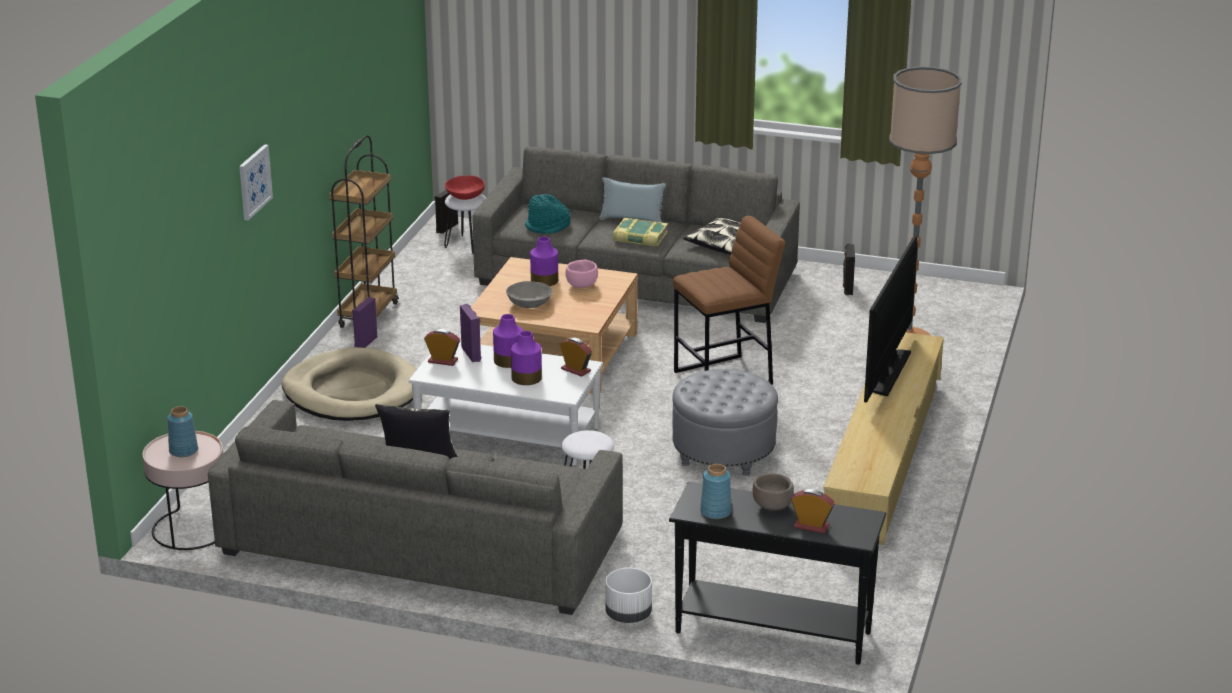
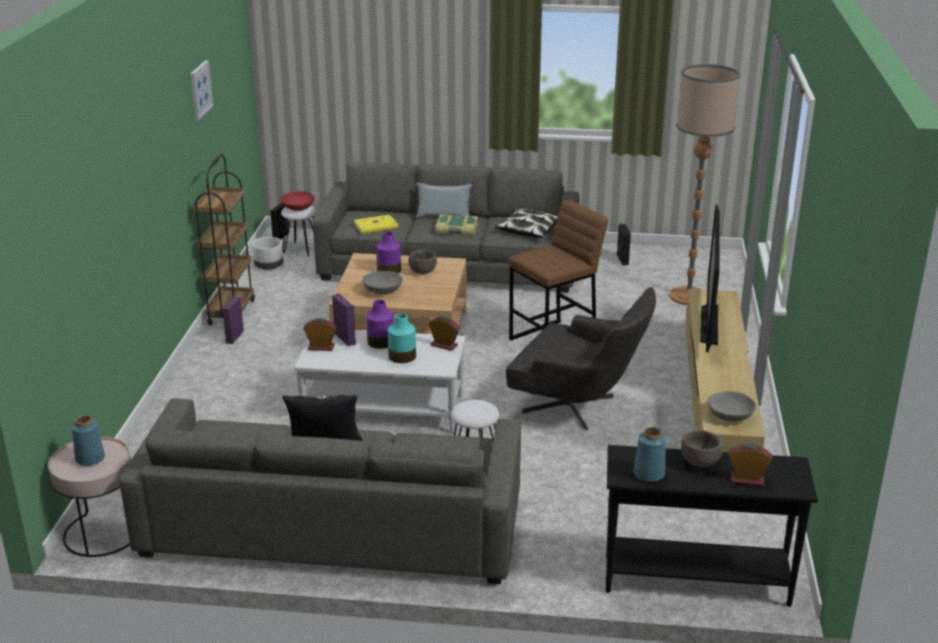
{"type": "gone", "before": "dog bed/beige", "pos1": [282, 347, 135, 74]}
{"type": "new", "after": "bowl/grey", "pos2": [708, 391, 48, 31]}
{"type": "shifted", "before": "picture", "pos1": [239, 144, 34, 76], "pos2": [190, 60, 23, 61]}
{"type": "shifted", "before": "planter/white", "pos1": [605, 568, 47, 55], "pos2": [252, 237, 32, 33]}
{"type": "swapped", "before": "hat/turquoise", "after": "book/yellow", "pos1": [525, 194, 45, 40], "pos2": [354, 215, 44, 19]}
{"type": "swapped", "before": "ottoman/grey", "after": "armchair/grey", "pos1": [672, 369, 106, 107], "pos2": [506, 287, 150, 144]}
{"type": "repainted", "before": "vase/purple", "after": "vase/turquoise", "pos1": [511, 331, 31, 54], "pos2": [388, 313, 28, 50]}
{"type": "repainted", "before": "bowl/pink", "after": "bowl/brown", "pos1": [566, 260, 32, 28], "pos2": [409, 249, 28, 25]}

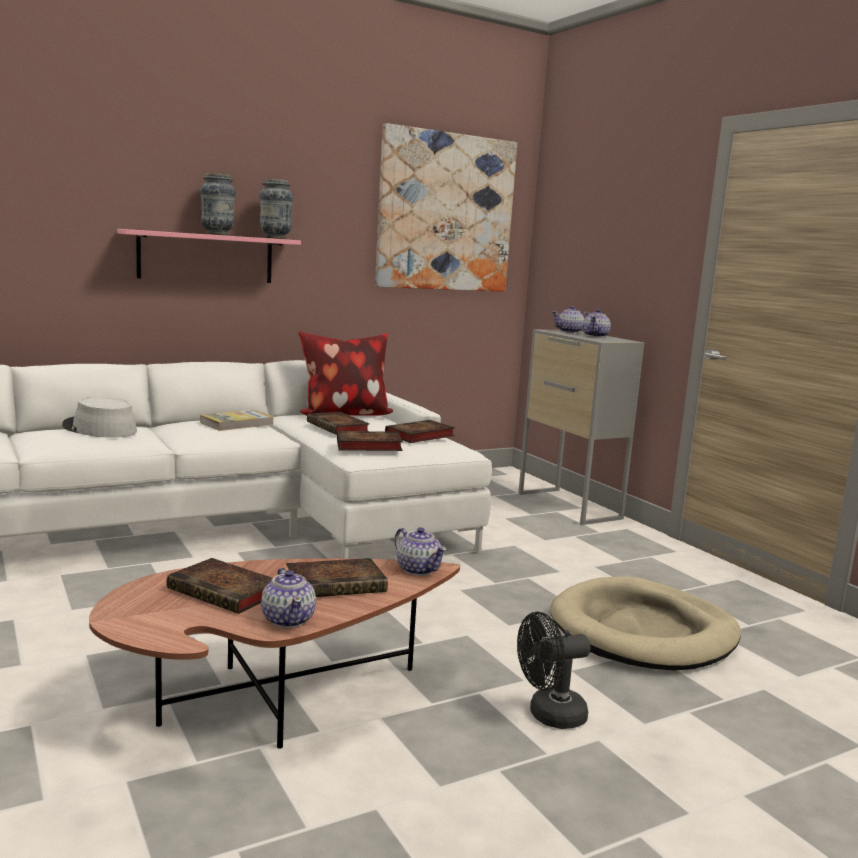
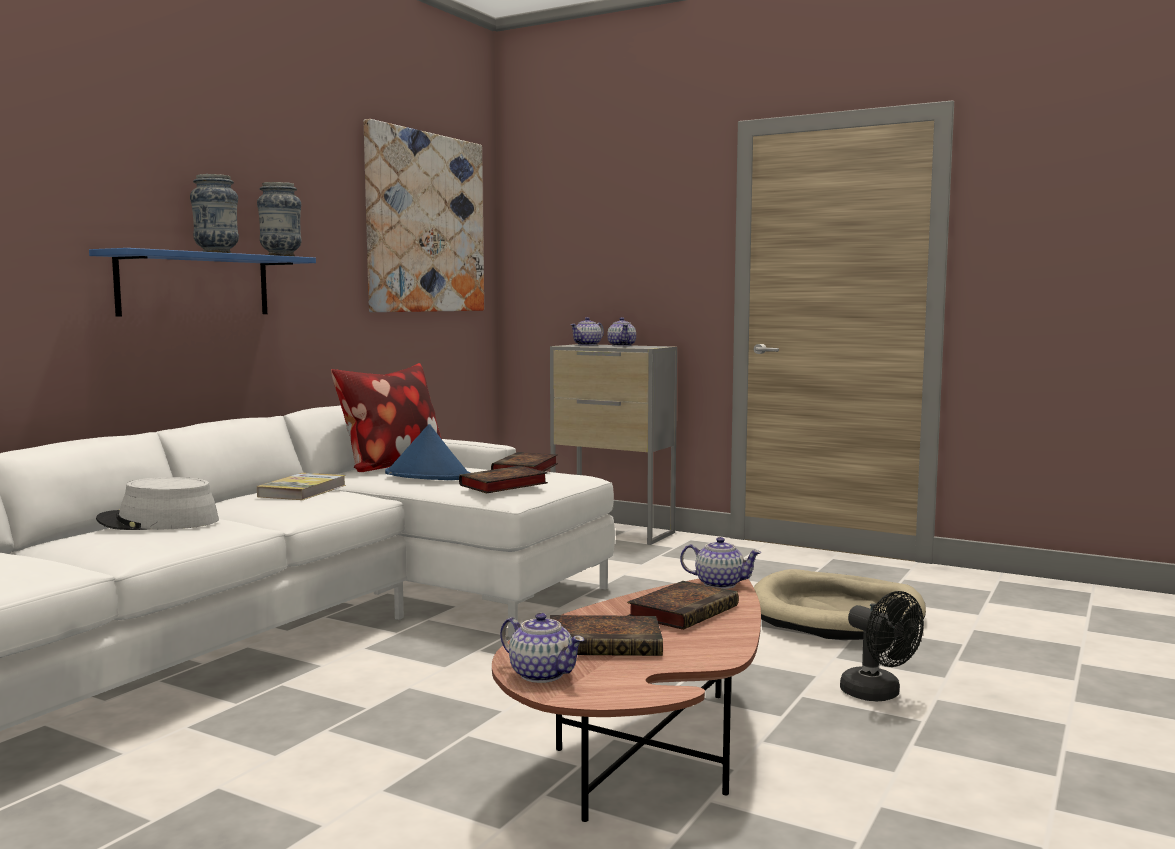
{"type": "shifted", "before": "teapot", "pos1": [261, 568, 55, 60], "pos2": [500, 613, 84, 70]}
{"type": "swapped", "before": "book", "after": "hat/blue", "pos1": [307, 412, 63, 23], "pos2": [385, 424, 86, 56]}
{"type": "repainted", "before": "shelf/pink", "after": "shelf/blue", "pos1": [117, 229, 184, 54], "pos2": [89, 248, 227, 69]}
{"type": "rotated", "before": "fan/black", "pos1": [517, 612, 74, 117], "pos2": [840, 591, 84, 110], "turn": -75}

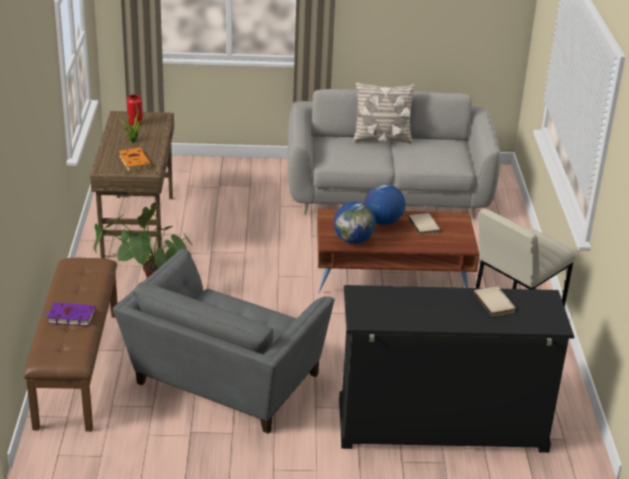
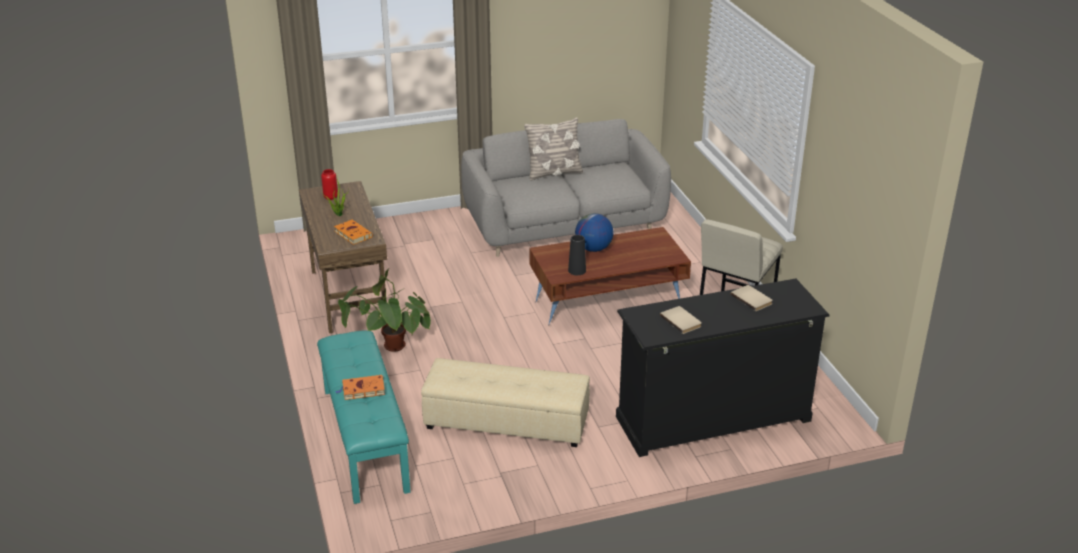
{"type": "shifted", "before": "book/beige", "pos1": [408, 213, 32, 22], "pos2": [660, 306, 42, 28]}
{"type": "swapped", "before": "armchair/grey", "after": "ottoman/beige", "pos1": [113, 249, 222, 185], "pos2": [421, 358, 169, 89]}
{"type": "swapped", "before": "globe", "after": "vase/black", "pos1": [334, 202, 42, 42], "pos2": [568, 235, 18, 40]}
{"type": "repainted", "before": "bench/brown", "after": "bench/turquoise", "pos1": [24, 258, 94, 174], "pos2": [317, 330, 94, 174]}
{"type": "repainted", "before": "book/purple", "after": "book/orange", "pos1": [43, 302, 52, 24], "pos2": [336, 375, 49, 25]}

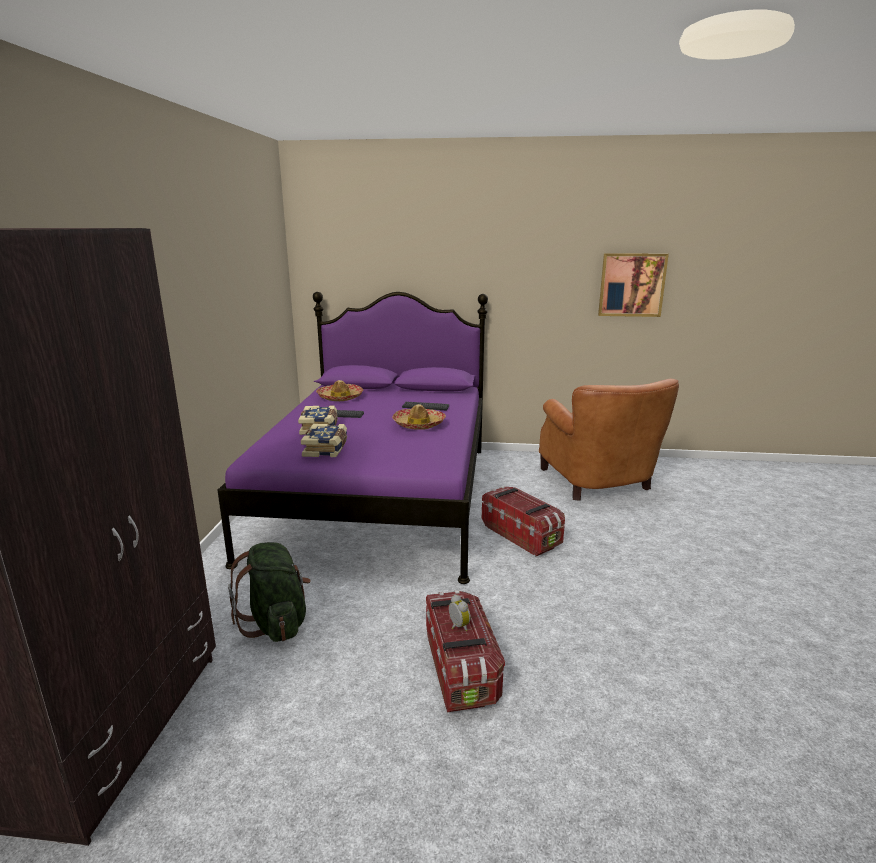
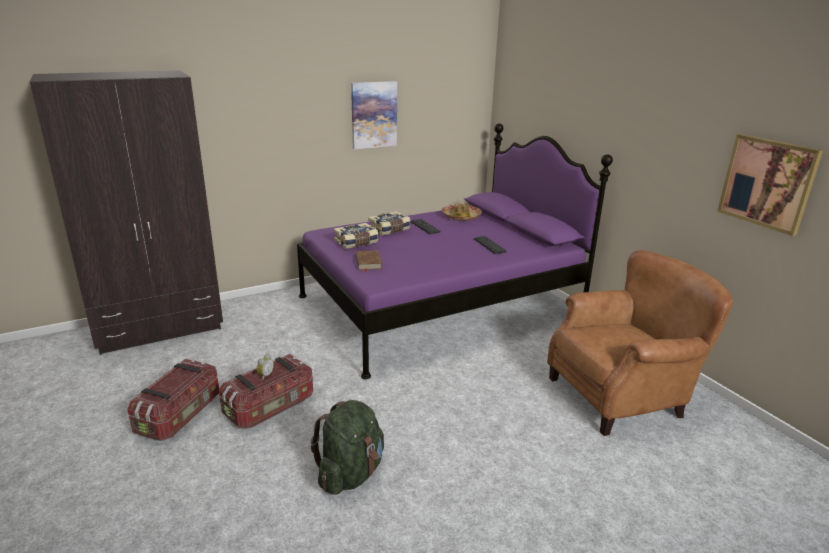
{"type": "gone", "before": "hat", "pos1": [392, 404, 54, 26]}
{"type": "new", "after": "picture", "pos2": [351, 81, 46, 69]}
{"type": "new", "after": "book/brown", "pos2": [356, 250, 26, 23]}
{"type": "shifted", "before": "backpack/green", "pos1": [228, 542, 83, 100], "pos2": [311, 400, 73, 95]}
{"type": "shifted", "before": "storage box", "pos1": [482, 486, 83, 70], "pos2": [127, 359, 92, 82]}
{"type": "rotated", "before": "armchair/brown", "pos1": [539, 379, 140, 122], "pos2": [547, 250, 186, 186], "turn": -150}

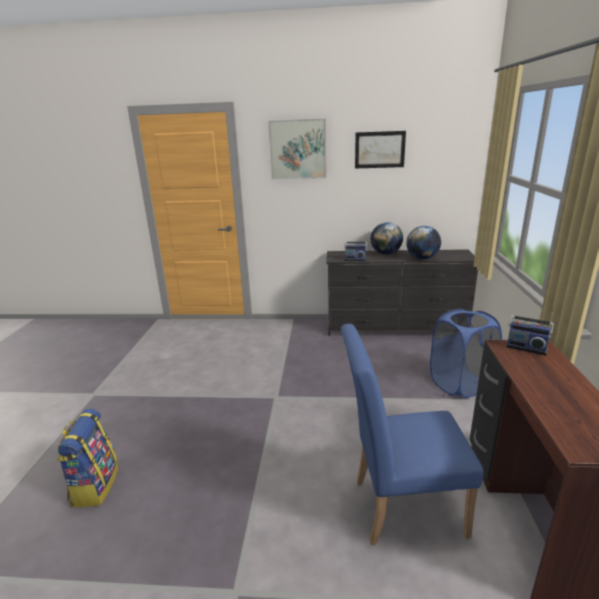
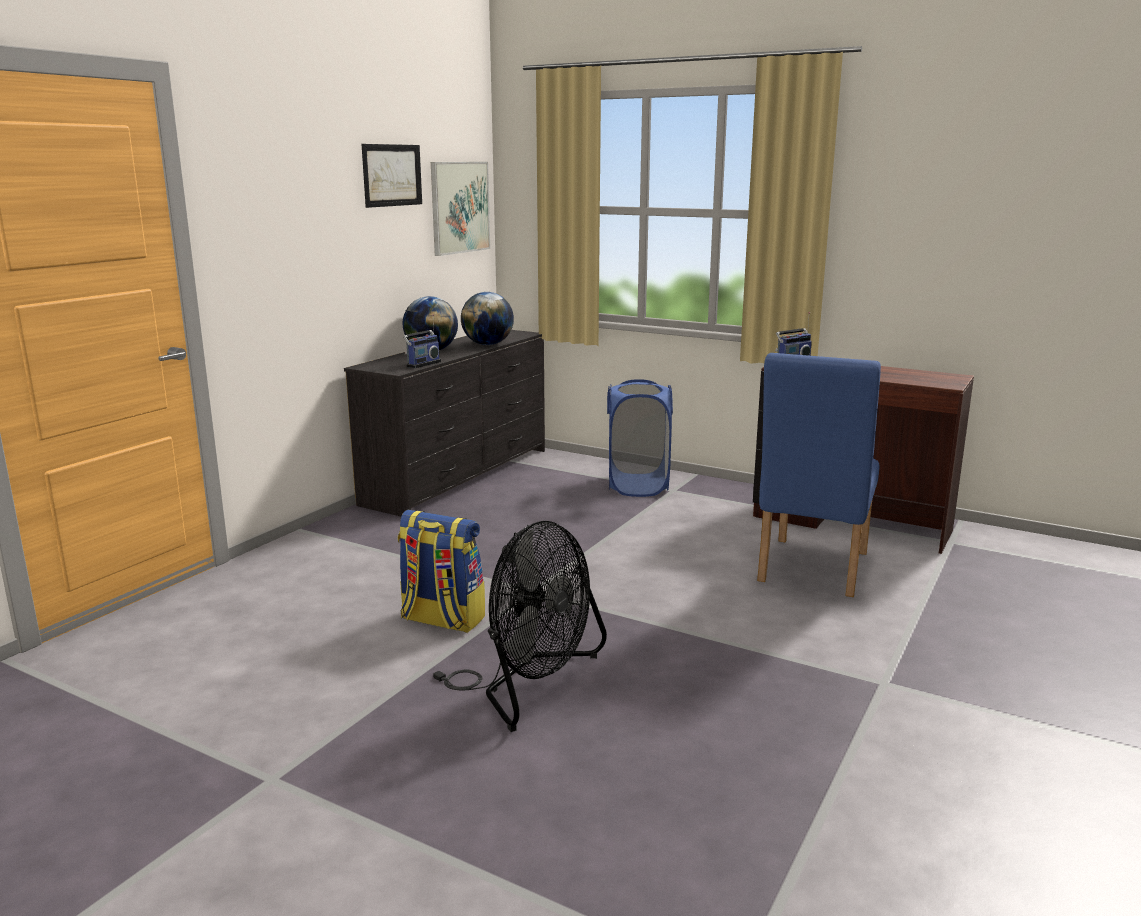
{"type": "new", "after": "fan/black", "pos2": [433, 521, 174, 211]}
{"type": "shifted", "before": "backpack", "pos1": [57, 409, 62, 98], "pos2": [398, 510, 87, 123]}
{"type": "shifted", "before": "picture", "pos1": [268, 119, 58, 61], "pos2": [431, 162, 59, 94]}

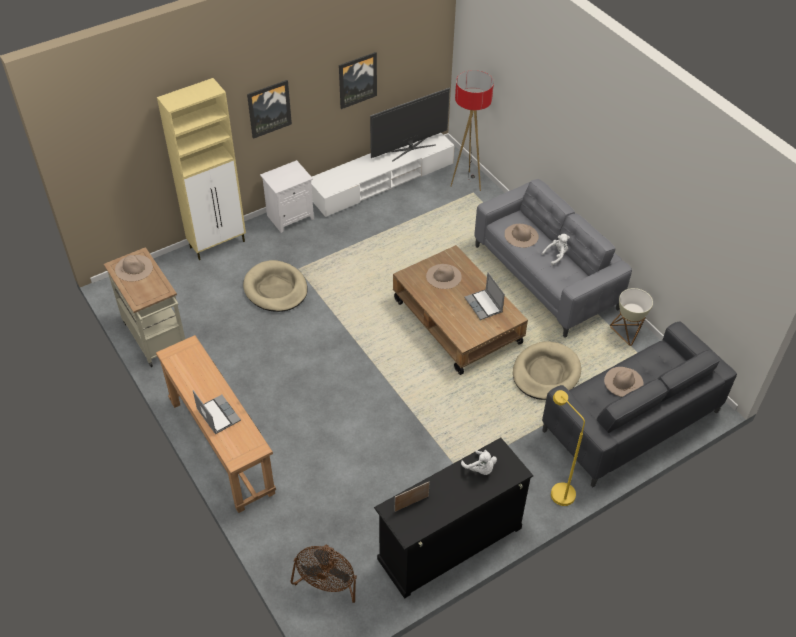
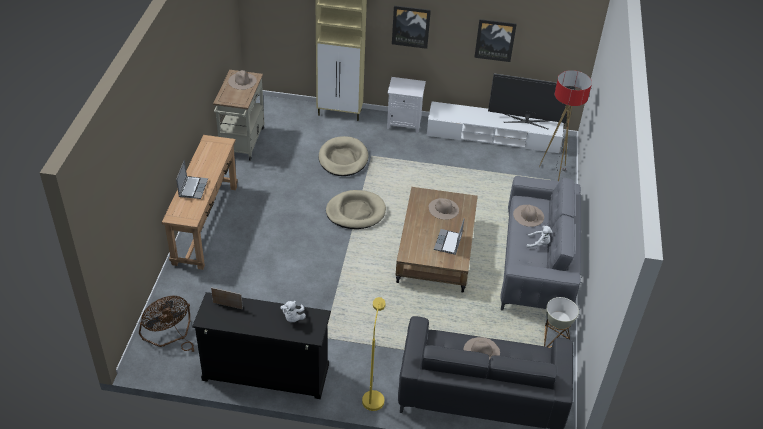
{"type": "shifted", "before": "dog bed/beige", "pos1": [513, 341, 68, 59], "pos2": [326, 190, 60, 39]}
{"type": "rotated", "before": "fan/brown", "pos1": [291, 545, 66, 58], "pos2": [139, 296, 55, 56], "turn": 90}

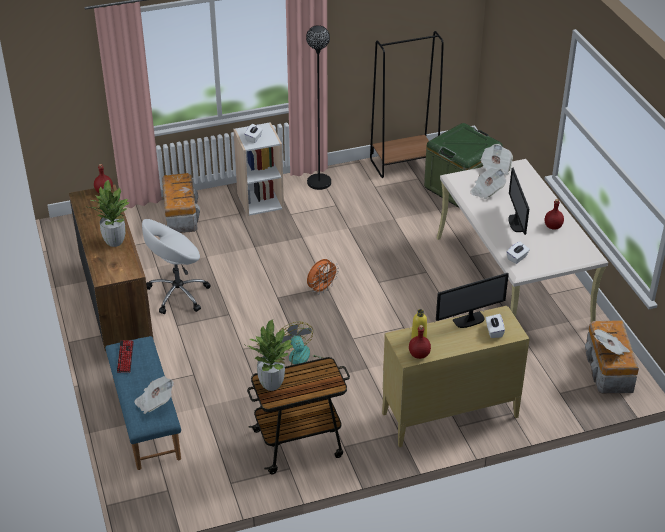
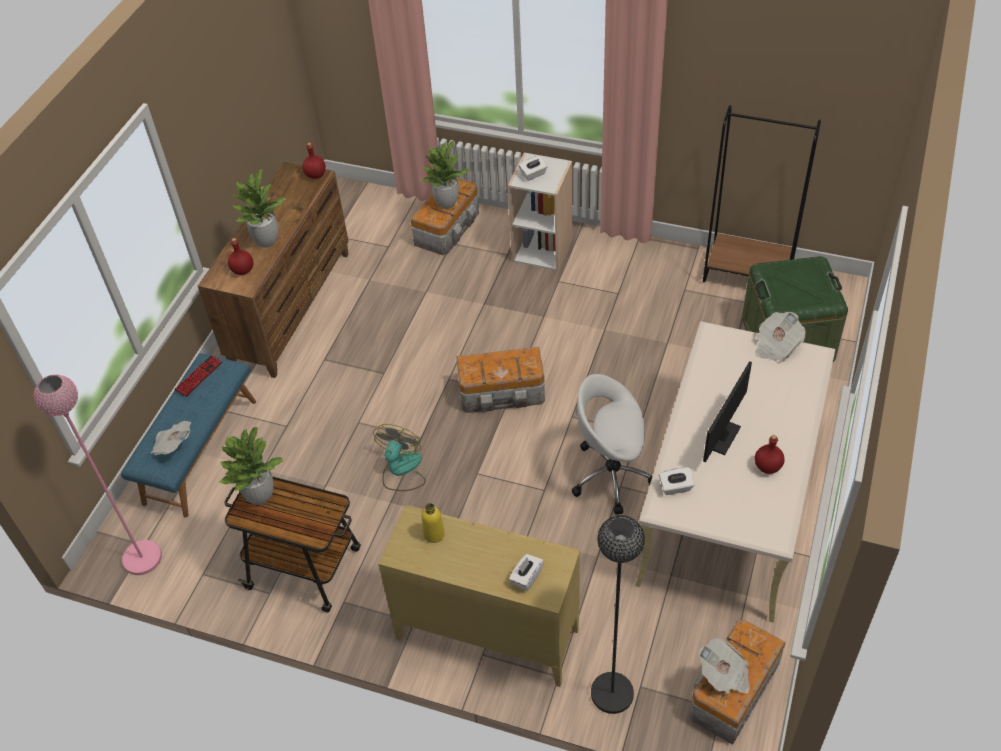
{"type": "gone", "before": "monitor", "pos1": [436, 273, 73, 55]}
{"type": "gone", "before": "newspaper", "pos1": [470, 168, 36, 31]}
{"type": "new", "after": "floor lamp/pink", "pos2": [34, 374, 128, 201]}
{"type": "new", "after": "potted plant", "pos2": [420, 140, 50, 69]}
{"type": "shifted", "before": "office chair/white", "pos1": [142, 219, 69, 95], "pos2": [572, 374, 81, 141]}
{"type": "shifted", "before": "floor lamp/black", "pos1": [306, 25, 25, 165], "pos2": [591, 515, 54, 199]}
{"type": "shifted", "before": "bottle/red", "pos1": [409, 325, 22, 34], "pos2": [228, 238, 25, 37]}
{"type": "swapped", "before": "fan/orange", "after": "storage box", "pos1": [307, 259, 32, 35], "pos2": [456, 347, 89, 66]}

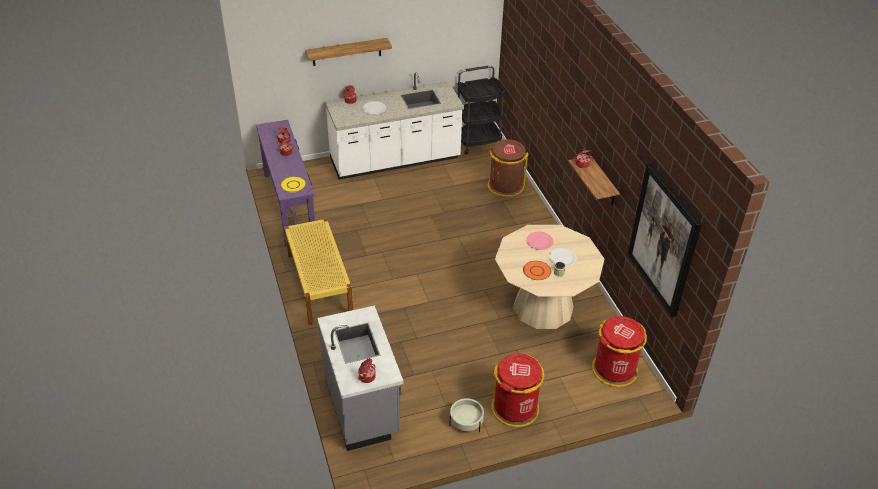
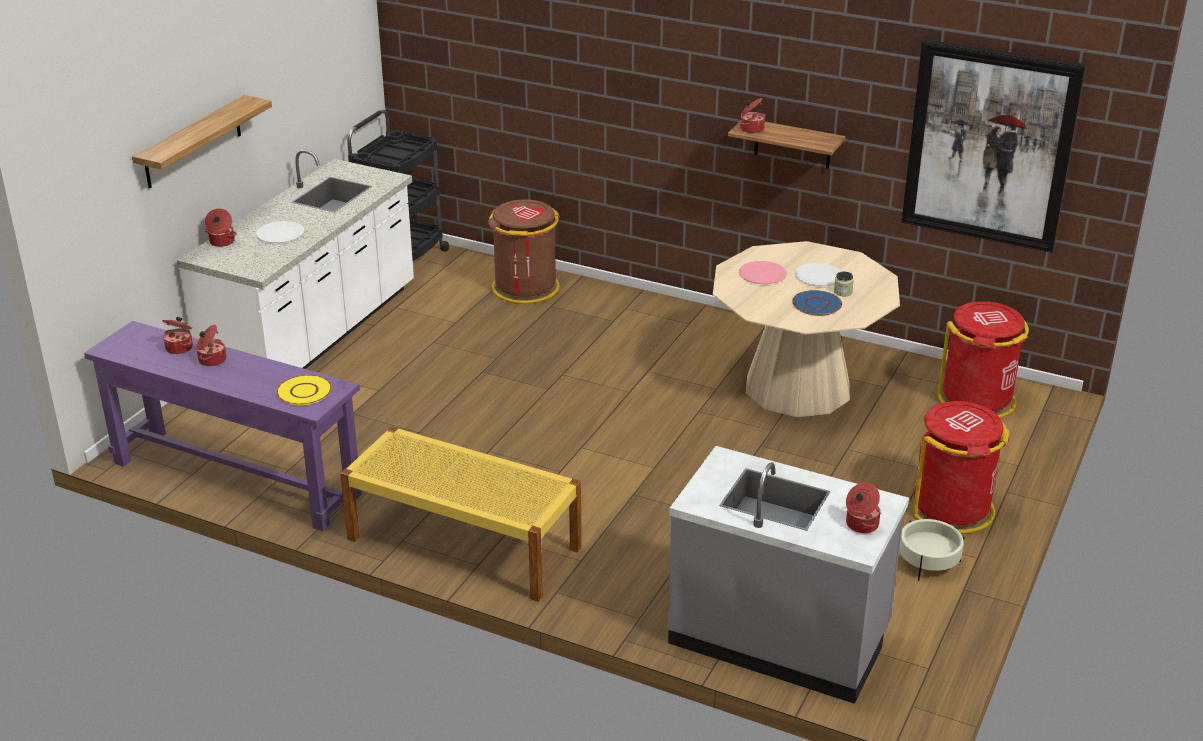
{"type": "repainted", "before": "plate/orange", "after": "plate/blue", "pos1": [523, 261, 28, 19], "pos2": [792, 290, 50, 26]}

